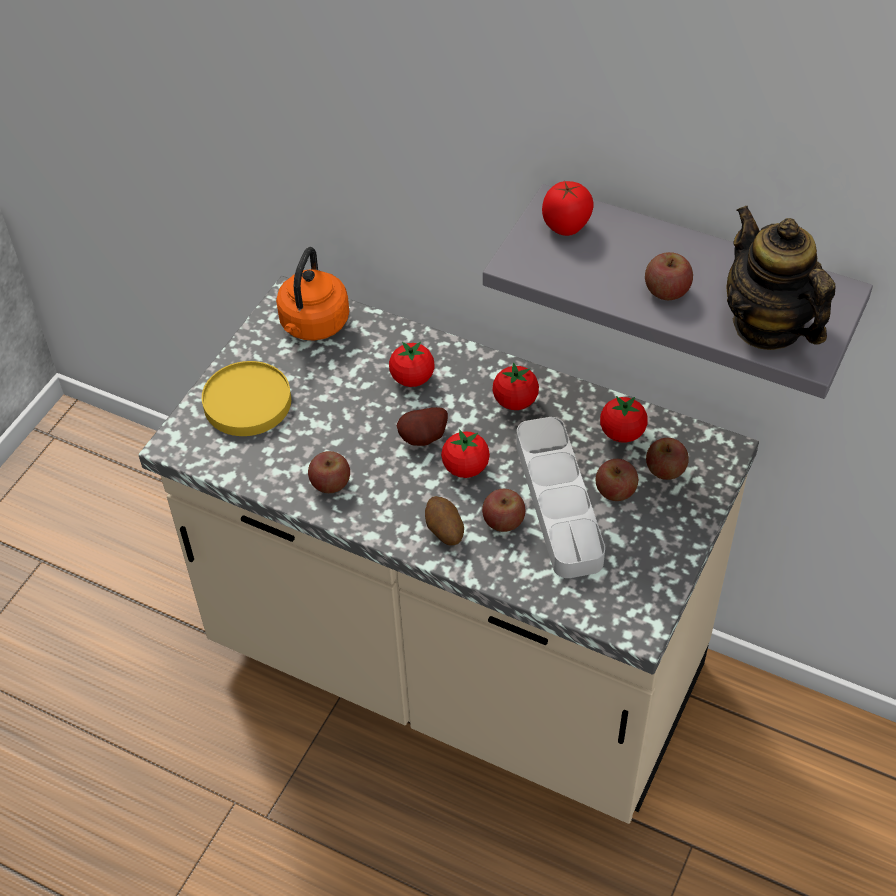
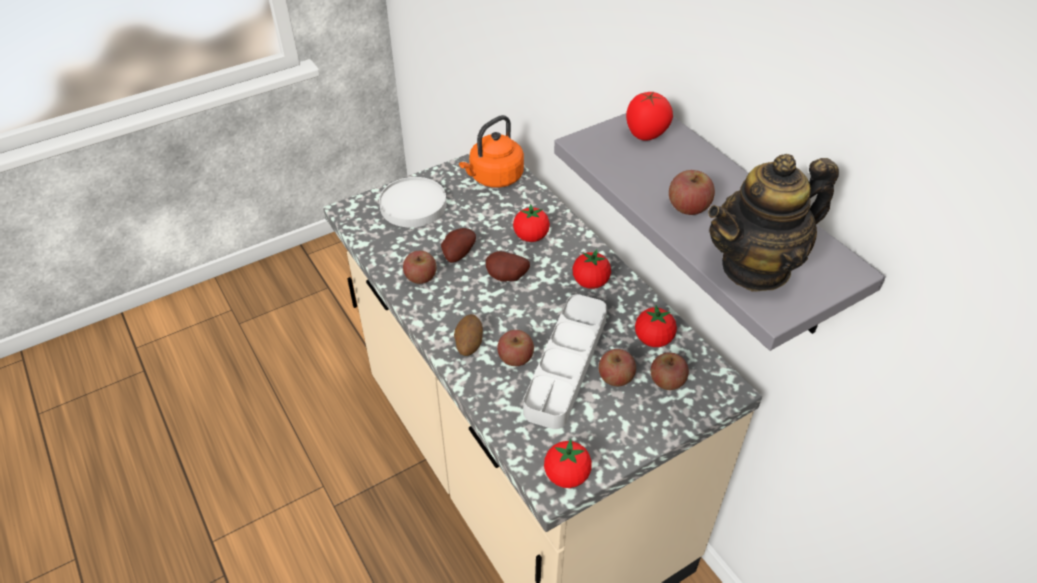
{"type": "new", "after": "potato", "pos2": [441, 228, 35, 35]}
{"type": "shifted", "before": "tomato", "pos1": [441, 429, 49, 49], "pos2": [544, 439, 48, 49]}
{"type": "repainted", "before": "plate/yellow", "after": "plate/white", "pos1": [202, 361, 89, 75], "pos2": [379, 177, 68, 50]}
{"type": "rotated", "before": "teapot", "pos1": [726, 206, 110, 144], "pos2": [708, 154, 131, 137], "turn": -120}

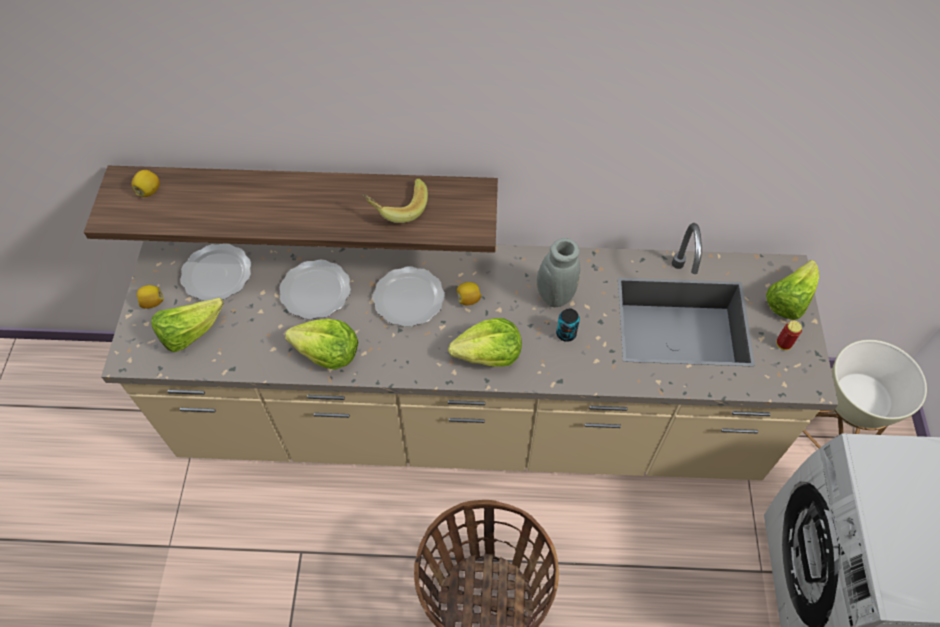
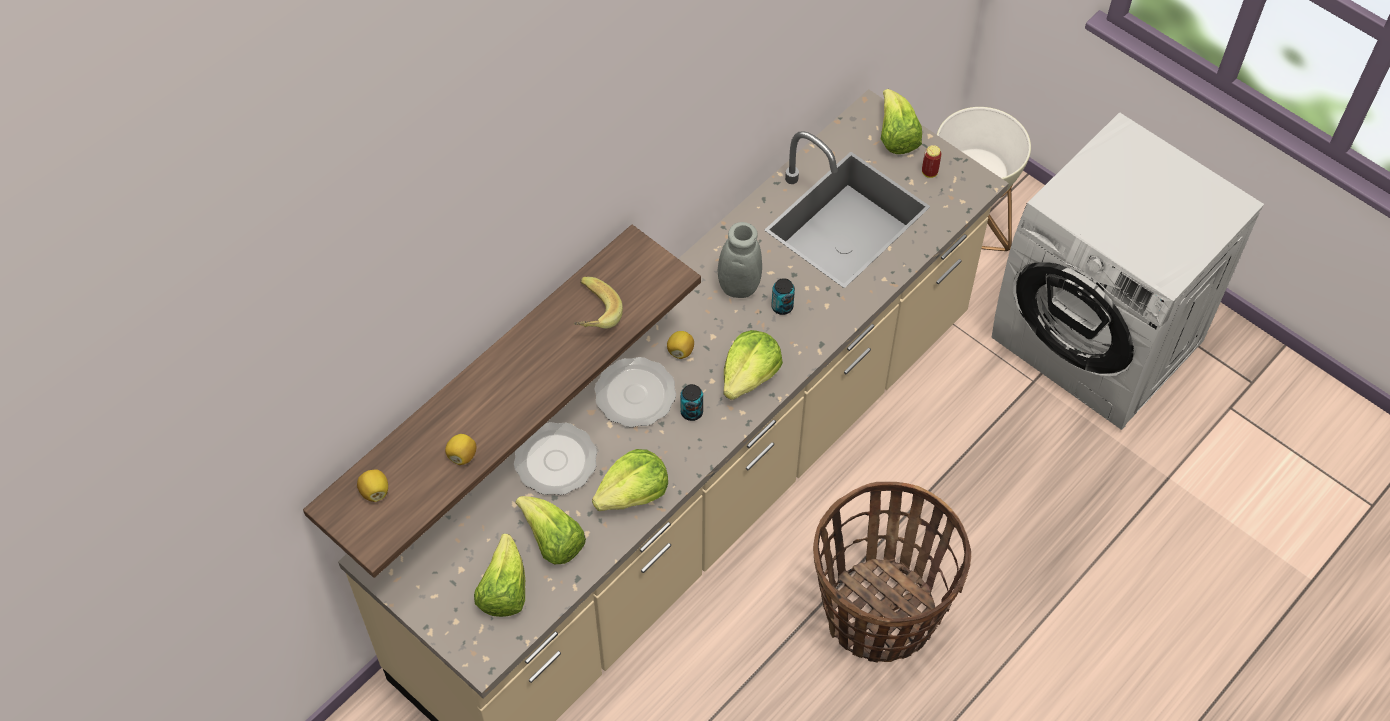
{"type": "gone", "before": "plate", "pos1": [180, 243, 72, 58]}
{"type": "new", "after": "lettuce", "pos2": [515, 496, 71, 68]}
{"type": "new", "after": "can", "pos2": [680, 384, 23, 37]}
{"type": "shifted", "before": "lemon", "pos1": [137, 285, 27, 24], "pos2": [445, 434, 32, 31]}

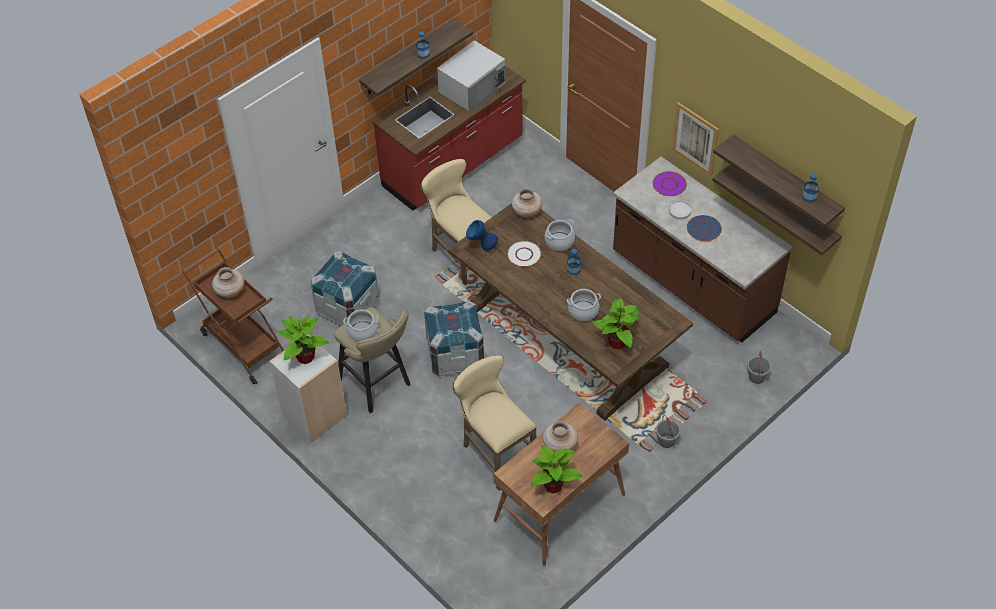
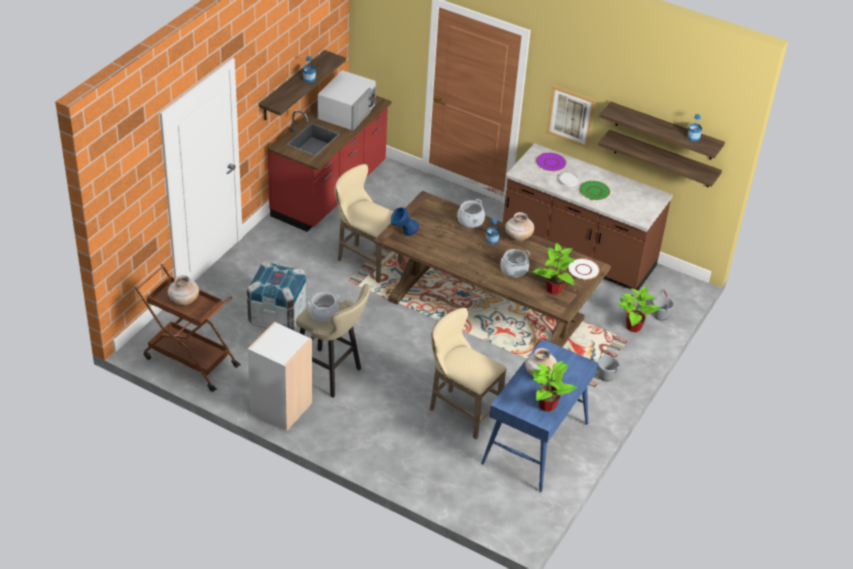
{"type": "gone", "before": "crate", "pos1": [424, 301, 60, 76]}
{"type": "shifted", "before": "potted plant", "pos1": [278, 316, 51, 48], "pos2": [618, 286, 43, 46]}
{"type": "shifted", "before": "plate/white", "pos1": [507, 241, 35, 26], "pos2": [568, 258, 32, 22]}
{"type": "shifted", "before": "vase/beige", "pos1": [511, 188, 31, 29], "pos2": [505, 212, 29, 29]}
{"type": "repainted", "before": "desk/brown", "after": "desk/blue", "pos1": [493, 402, 136, 164], "pos2": [481, 339, 117, 153]}
{"type": "repainted", "before": "plate/blue", "after": "plate/green", "pos1": [687, 215, 35, 26], "pos2": [579, 181, 31, 19]}

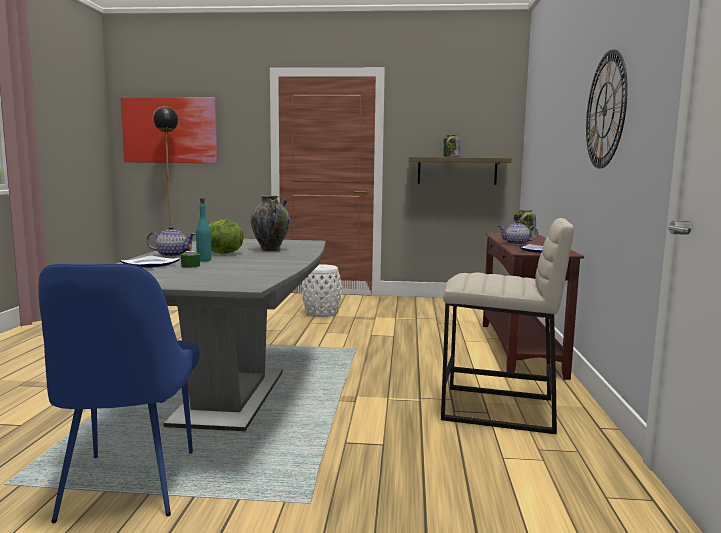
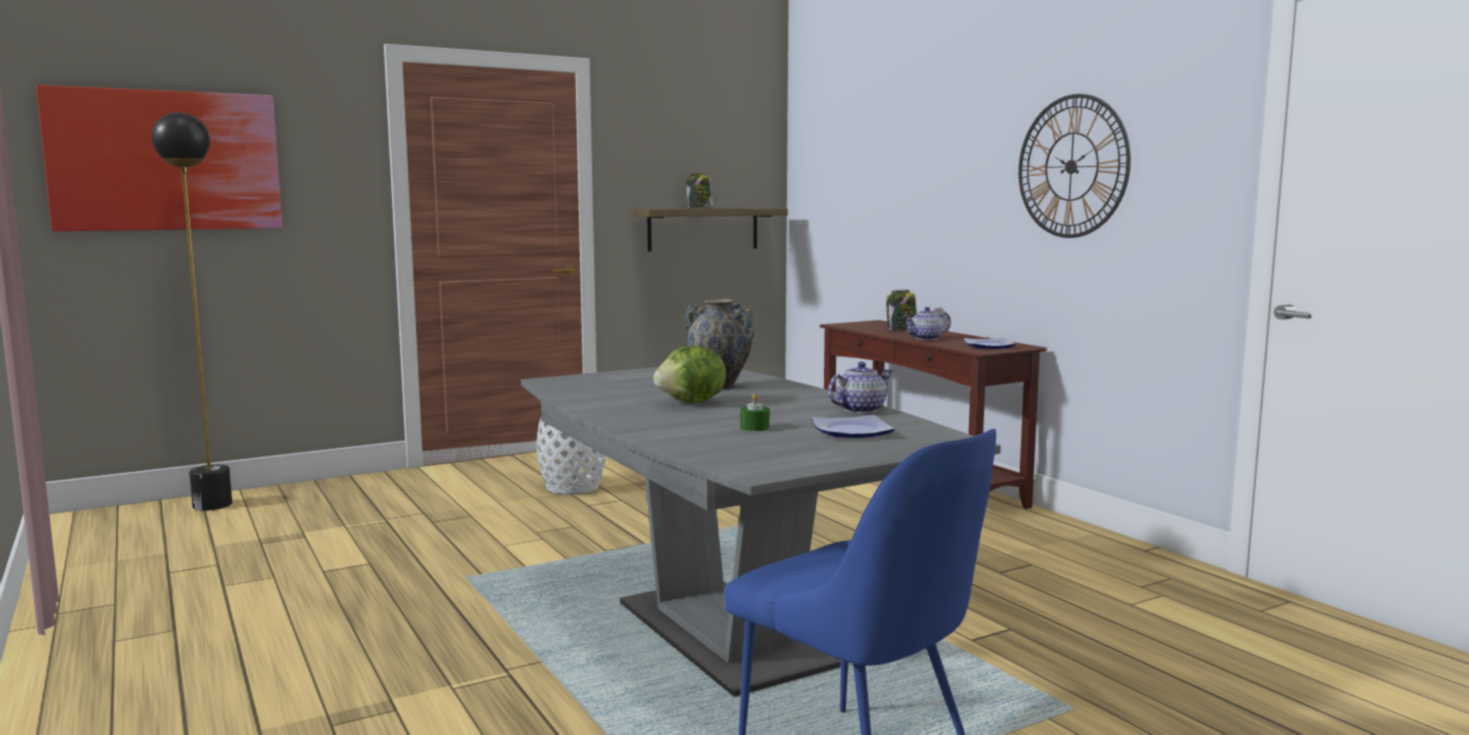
{"type": "gone", "before": "bottle/turquoise", "pos1": [196, 198, 16, 63]}
{"type": "gone", "before": "stool/beige", "pos1": [441, 218, 133, 216]}
{"type": "shifted", "before": "plate", "pos1": [120, 255, 60, 13], "pos2": [812, 415, 83, 23]}
{"type": "shifted", "before": "teapot", "pos1": [147, 226, 49, 31], "pos2": [828, 362, 65, 51]}

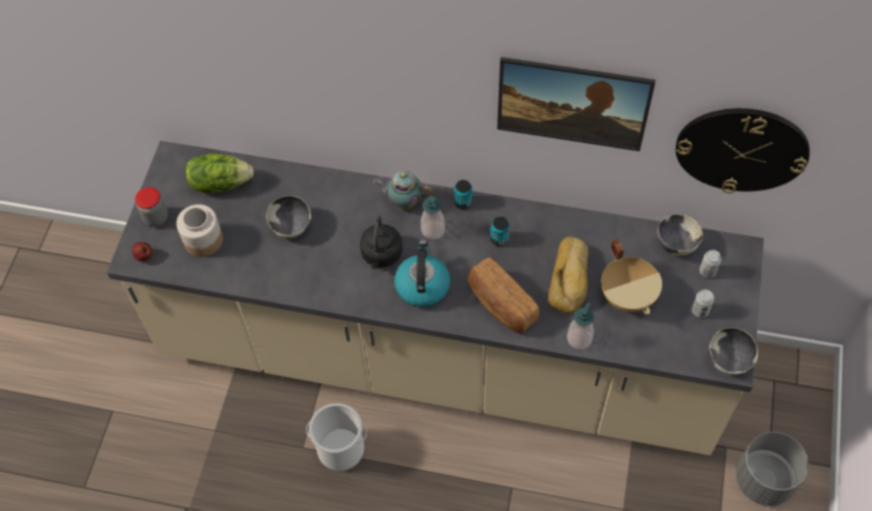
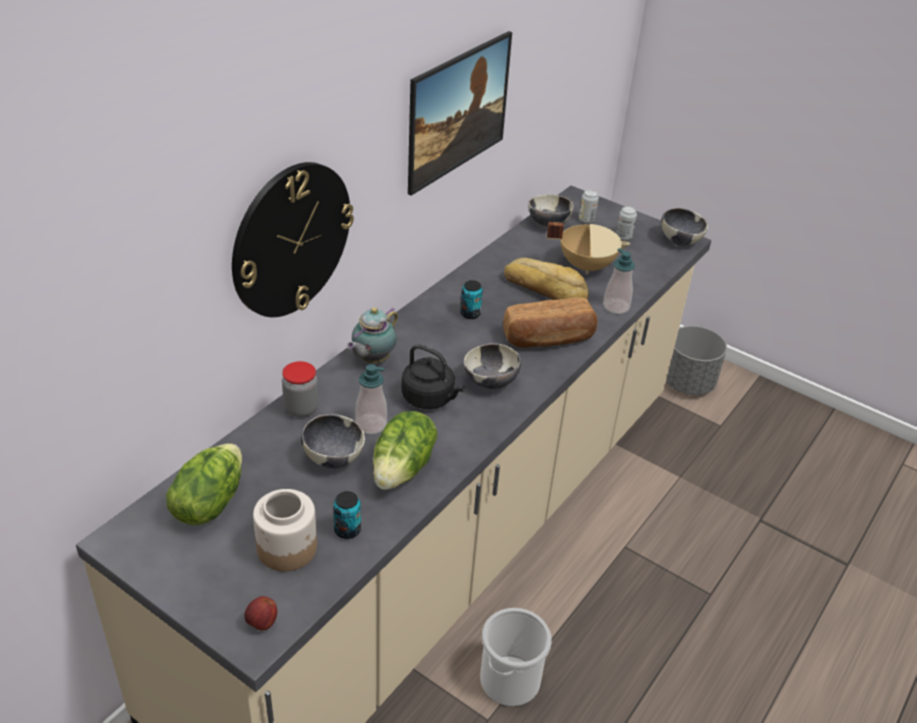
{"type": "new", "after": "lettuce", "pos2": [373, 411, 64, 79]}
{"type": "shifted", "before": "jar", "pos1": [135, 187, 33, 40], "pos2": [282, 361, 37, 57]}
{"type": "shifted", "before": "soap dispenser", "pos1": [421, 196, 24, 44], "pos2": [355, 364, 32, 70]}
{"type": "shifted", "before": "can", "pos1": [454, 180, 18, 29], "pos2": [333, 491, 28, 48]}
{"type": "shifted", "before": "wall clock", "pos1": [676, 108, 134, 85], "pos2": [232, 162, 122, 155]}
{"type": "swapped", "before": "kettle", "after": "bowl", "pos1": [394, 240, 56, 67], "pos2": [464, 343, 57, 46]}

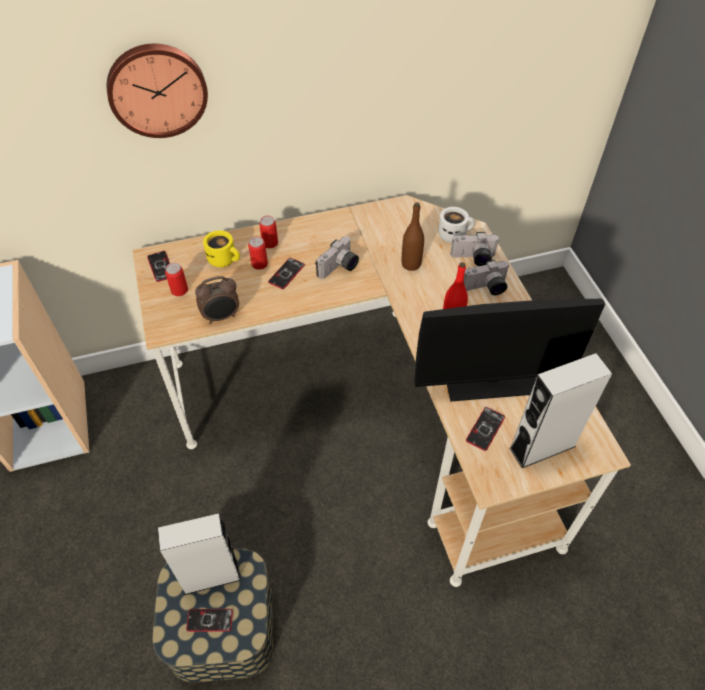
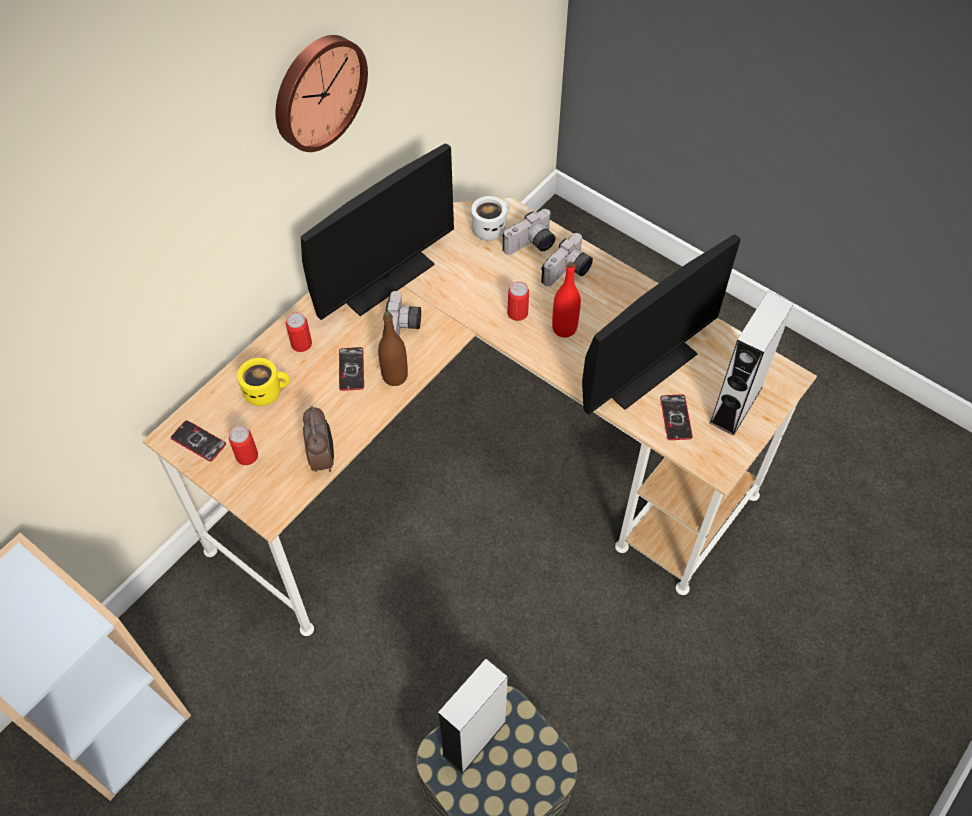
{"type": "gone", "before": "phone", "pos1": [186, 609, 47, 23]}
{"type": "new", "after": "monitor", "pos2": [301, 144, 153, 176]}
{"type": "shifted", "before": "wall clock", "pos1": [107, 44, 101, 94], "pos2": [276, 35, 92, 117]}
{"type": "shifted", "before": "can", "pos1": [248, 236, 20, 34], "pos2": [508, 281, 21, 40]}
{"type": "shifted", "before": "bottle/brown", "pos1": [402, 202, 22, 69], "pos2": [378, 311, 30, 75]}
{"type": "rotated", "before": "alarm clock", "pos1": [195, 276, 44, 48], "pos2": [303, 406, 31, 66], "turn": -45}

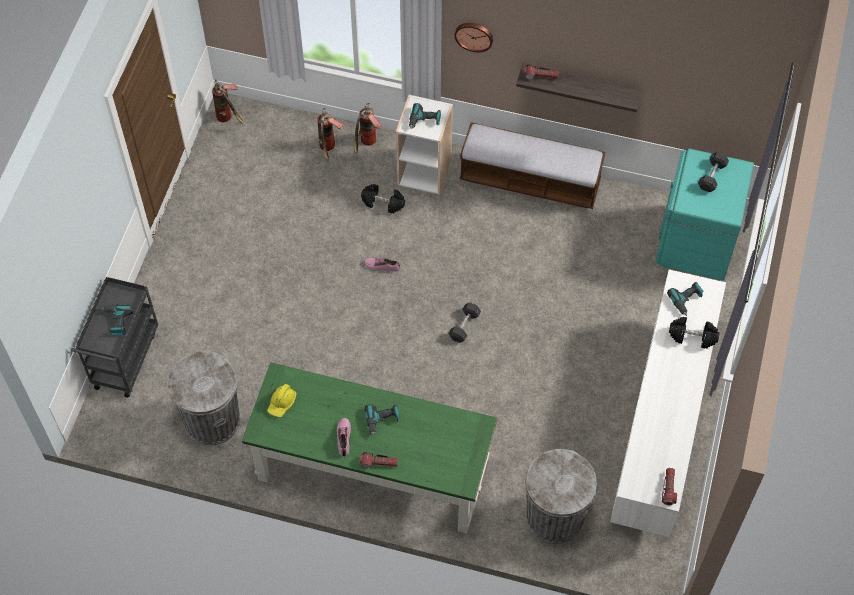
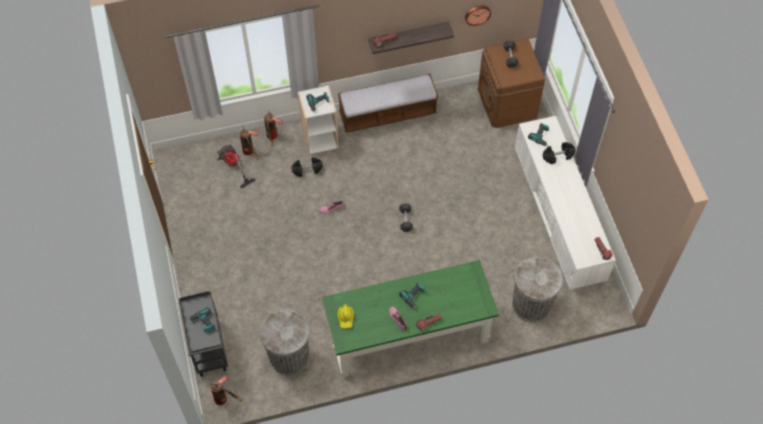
{"type": "new", "after": "vacuum cleaner", "pos2": [217, 145, 39, 44]}
{"type": "shifted", "before": "fire extinguisher", "pos1": [212, 79, 32, 45], "pos2": [210, 375, 32, 30]}
{"type": "shifted", "before": "wall clock", "pos1": [454, 23, 39, 29], "pos2": [465, 6, 26, 20]}
{"type": "repainted", "before": "washing machine/turquoise", "after": "washing machine/brown", "pos1": [656, 148, 98, 133], "pos2": [478, 38, 67, 90]}

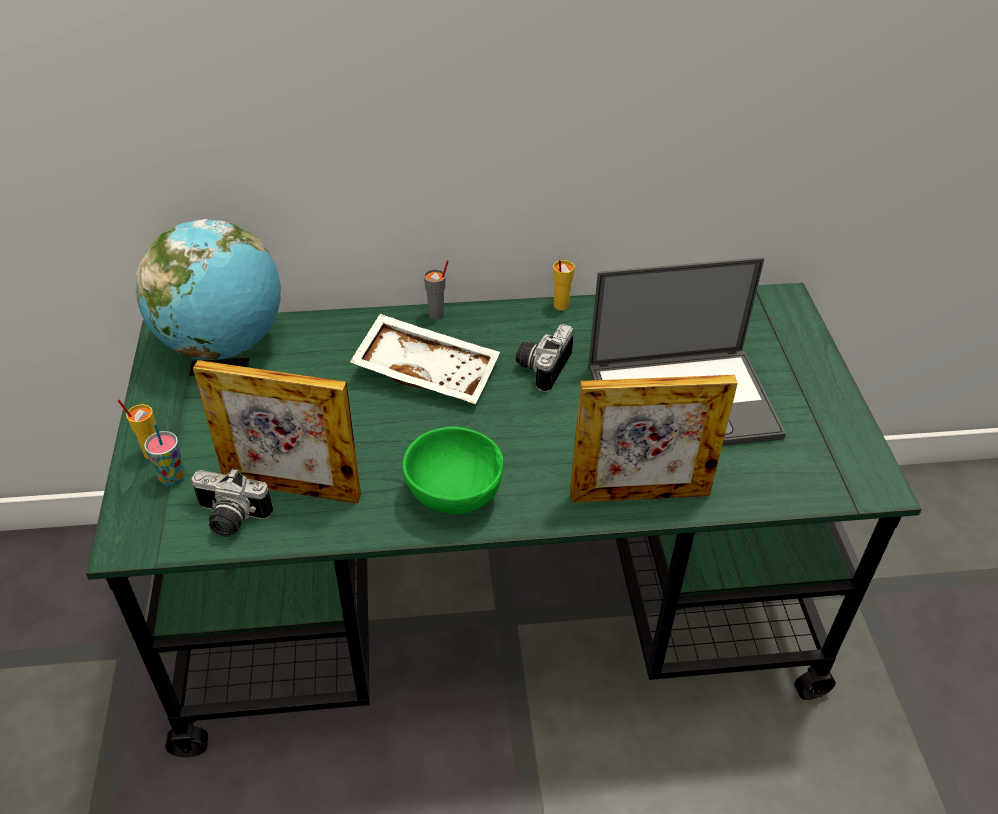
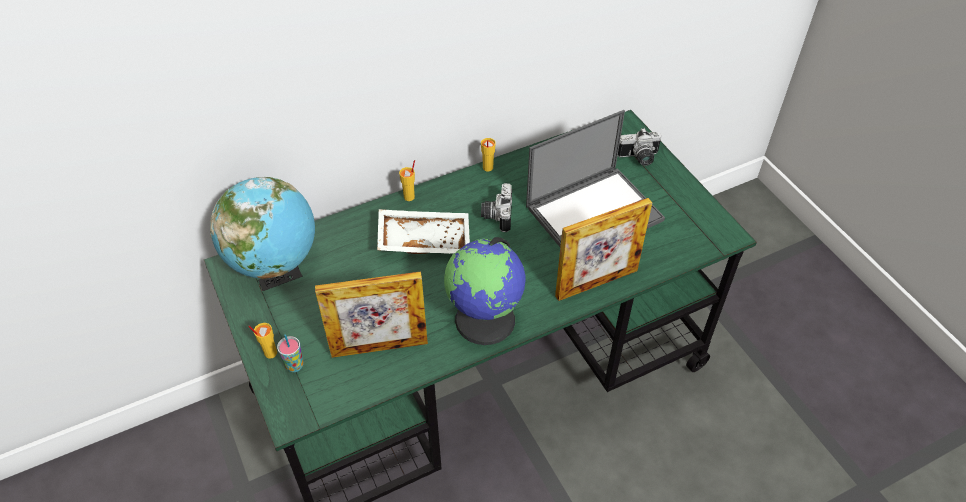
{"type": "shifted", "before": "photo camera", "pos1": [191, 468, 82, 69], "pos2": [618, 128, 43, 38]}
{"type": "swapped", "before": "bowl/green", "after": "globe", "pos1": [402, 426, 101, 88], "pos2": [444, 237, 81, 108]}
{"type": "repainted", "before": "cup/grey", "after": "cup/yellow", "pos1": [424, 260, 24, 60], "pos2": [399, 160, 16, 41]}

